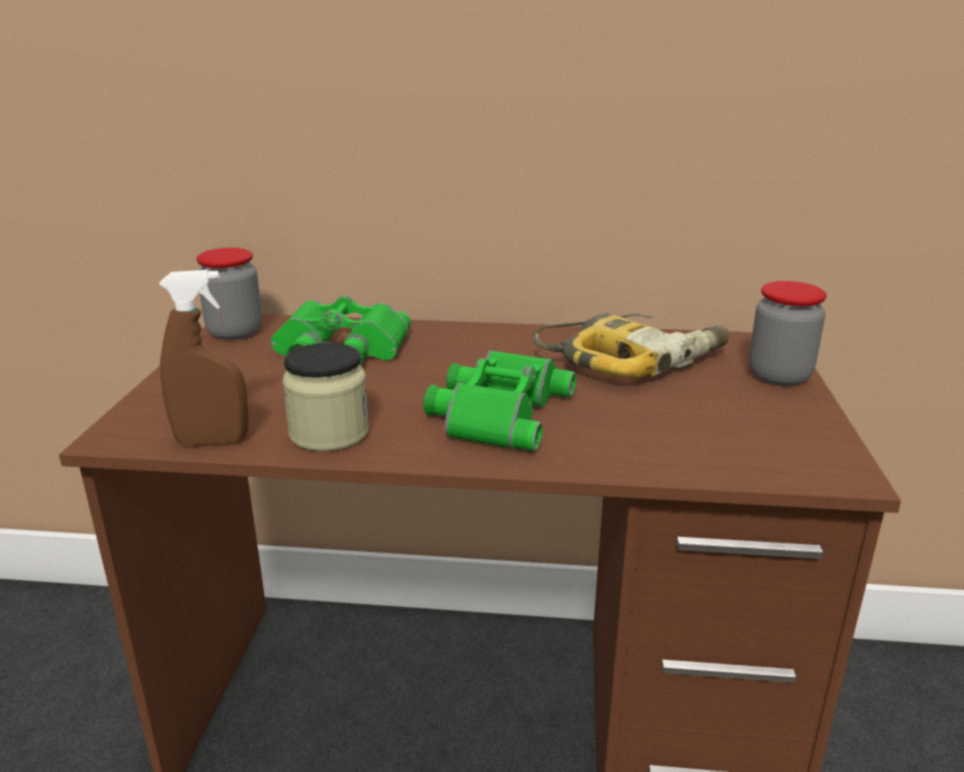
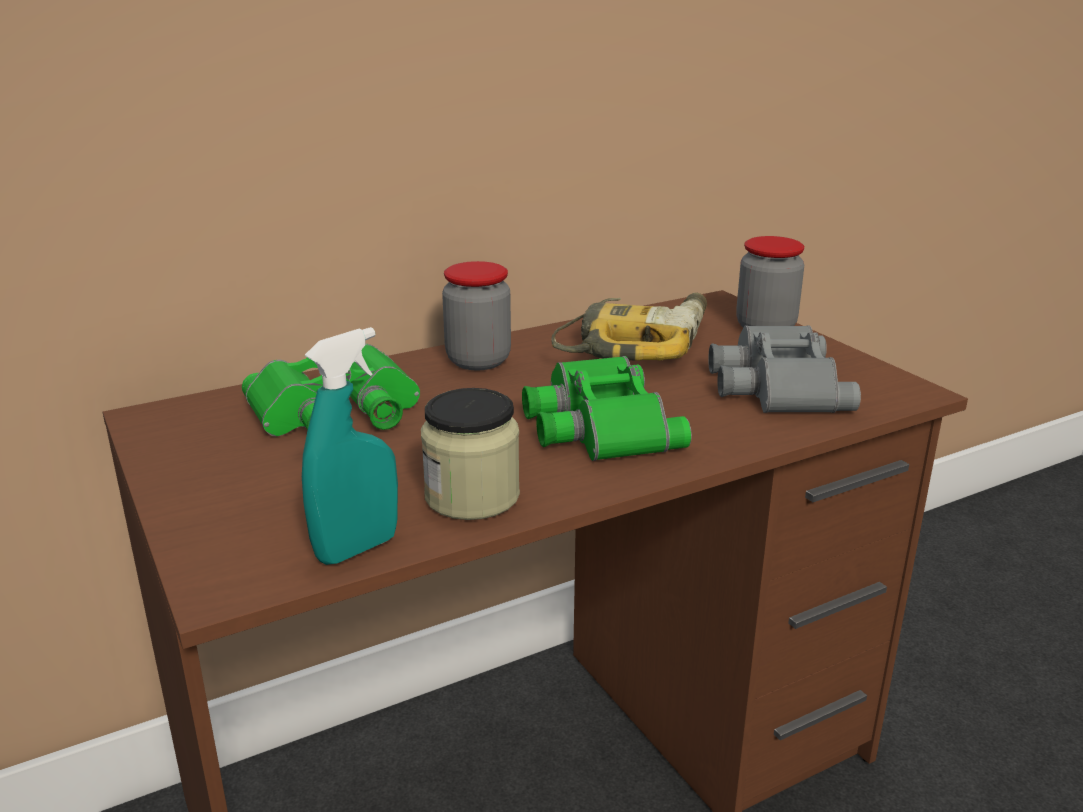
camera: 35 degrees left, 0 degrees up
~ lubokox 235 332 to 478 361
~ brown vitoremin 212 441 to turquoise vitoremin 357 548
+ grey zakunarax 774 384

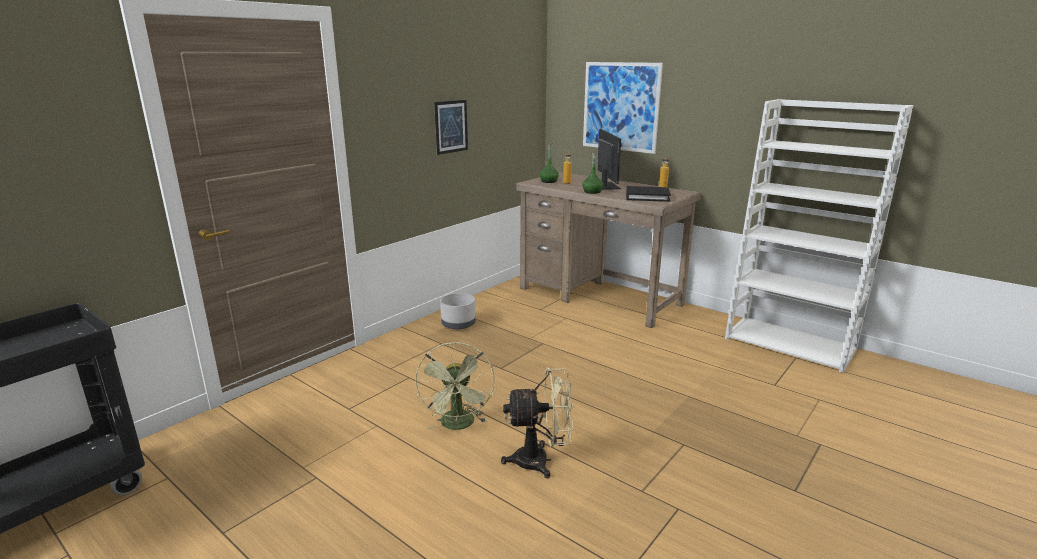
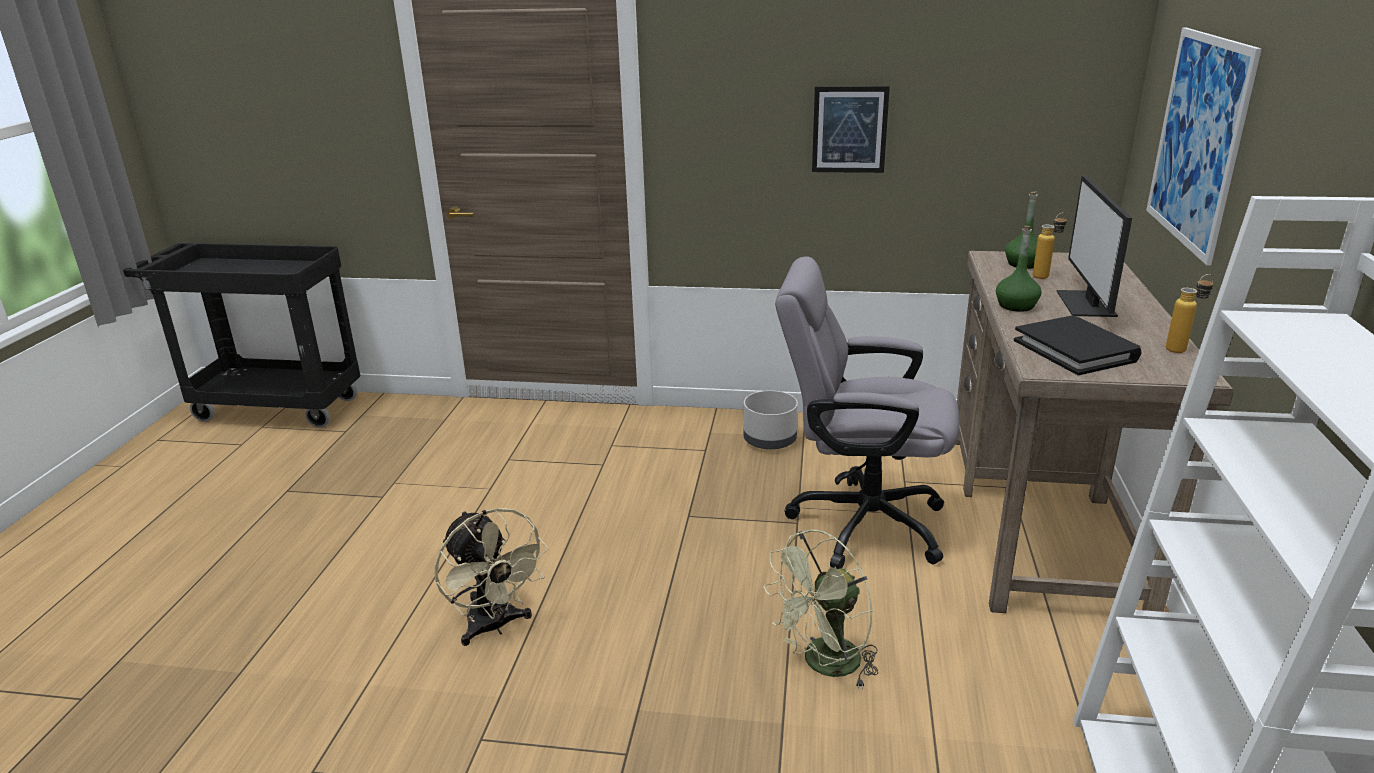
camera: 60 degrees right, 5 degrees up
~ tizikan 605 185 = 1087 304 135 degrees clockwise
~ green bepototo 459 425 to 824 665
+ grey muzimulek 859 525

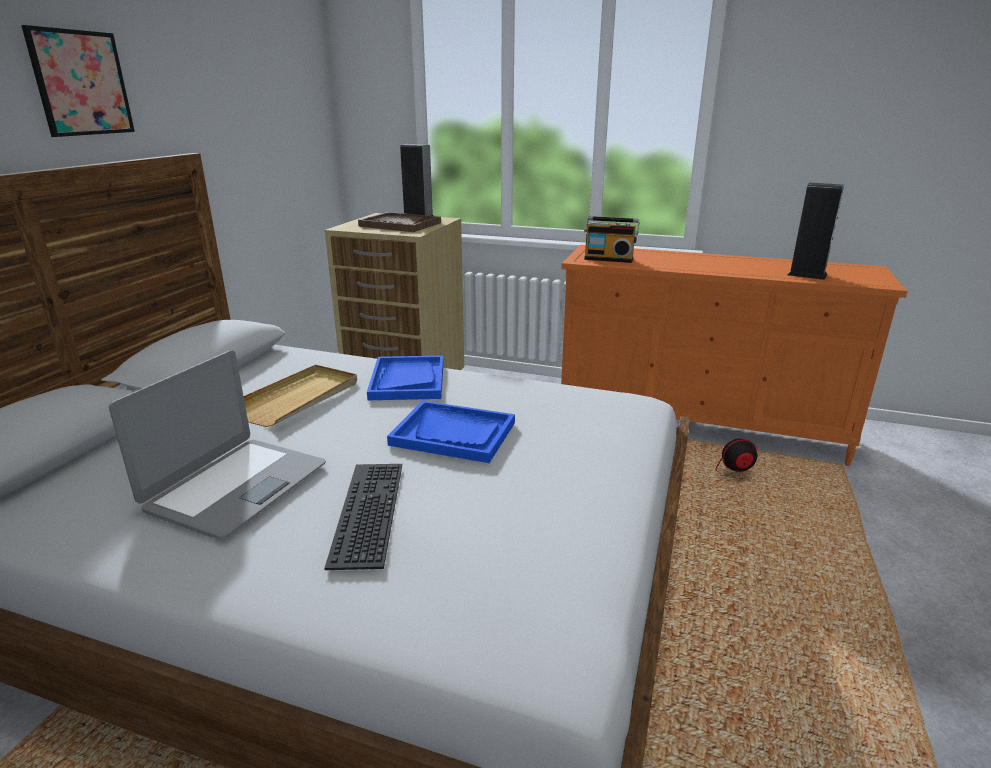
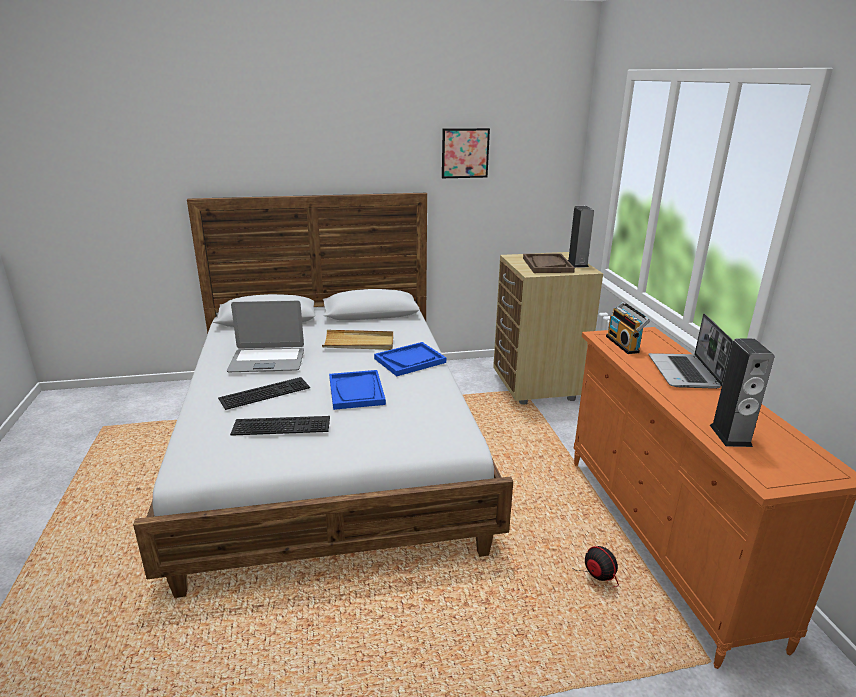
camera: 60 degrees right, 0 degrees up
~ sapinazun 81 83 to 465 153
+ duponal 684 373
+ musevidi 282 425

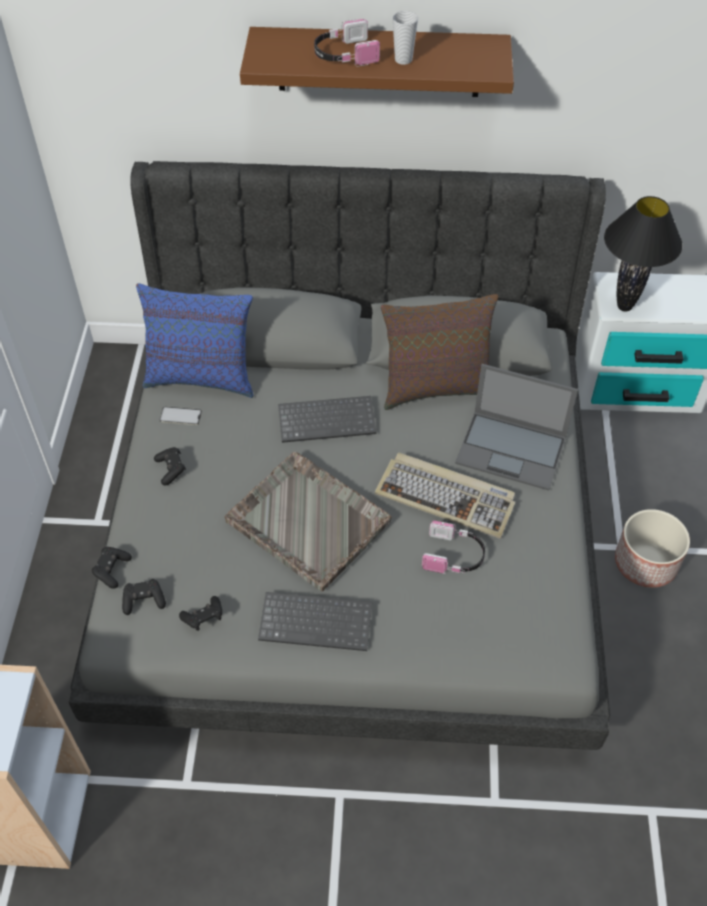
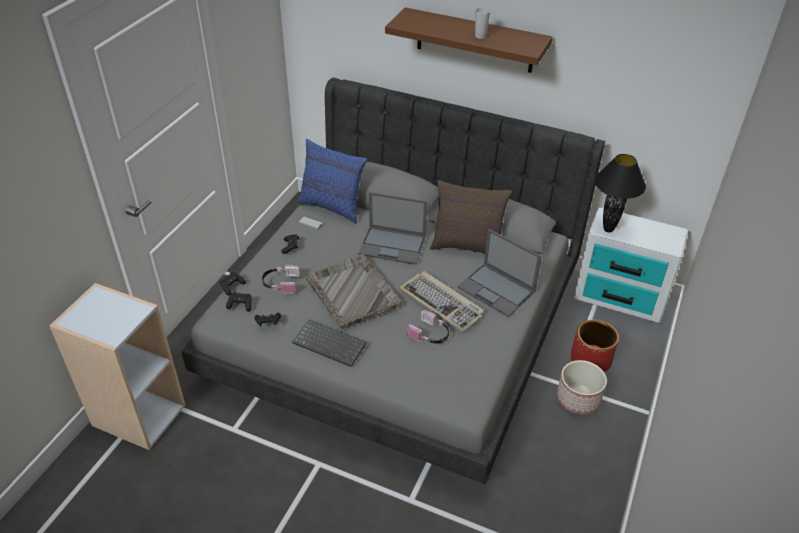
camera: 20 degrees right, 10 degrees down
~ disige 344 55 to 280 283
~ musevidi 328 419 to duponal 393 245
+ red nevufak 591 359

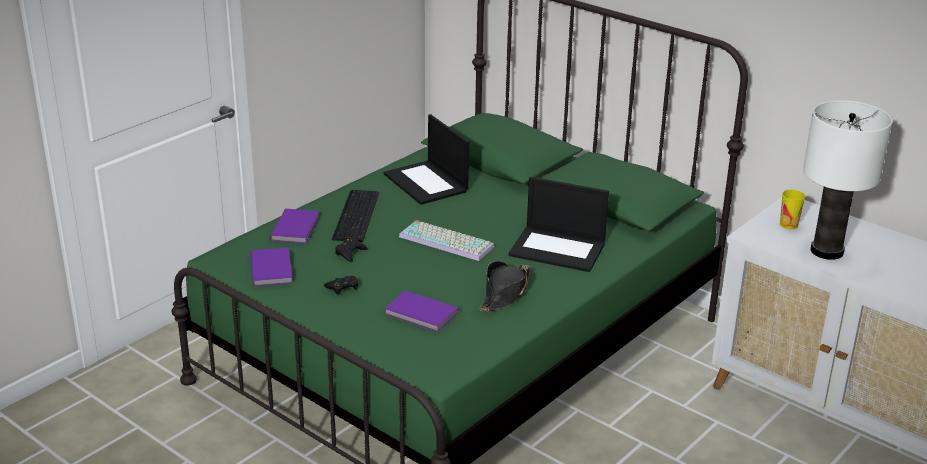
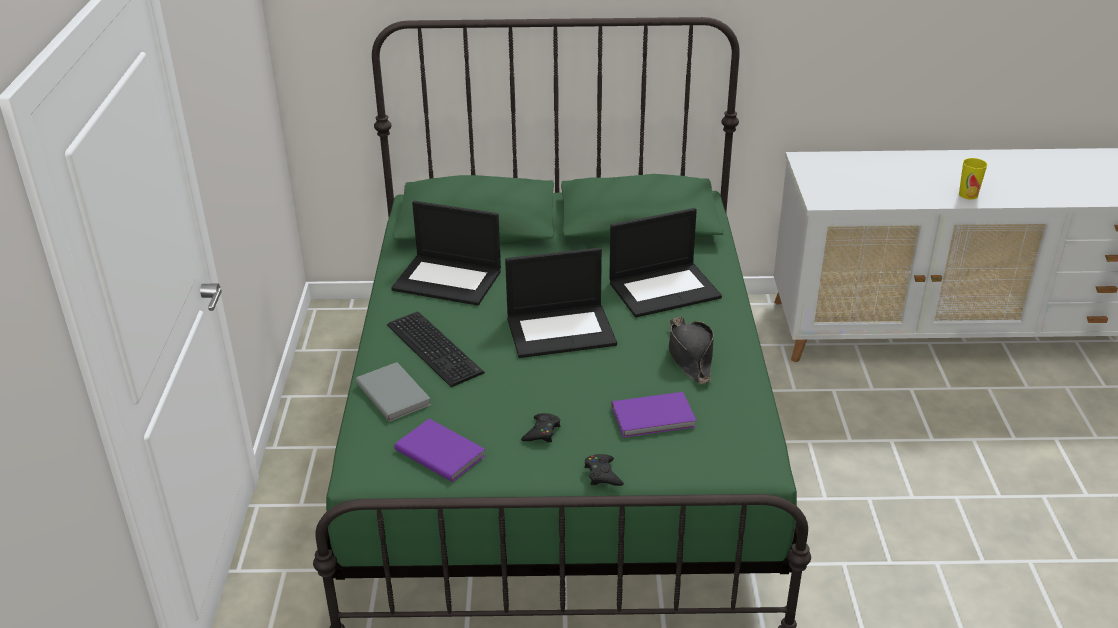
camera: 40 degrees left, 5 degrees up
- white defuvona 826 251
~ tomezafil 788 225 to 968 195
~ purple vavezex 297 228 to grey vavezex 394 393
~ musevidi 448 241 to duponal 561 330
~ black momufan 350 253 to 602 474

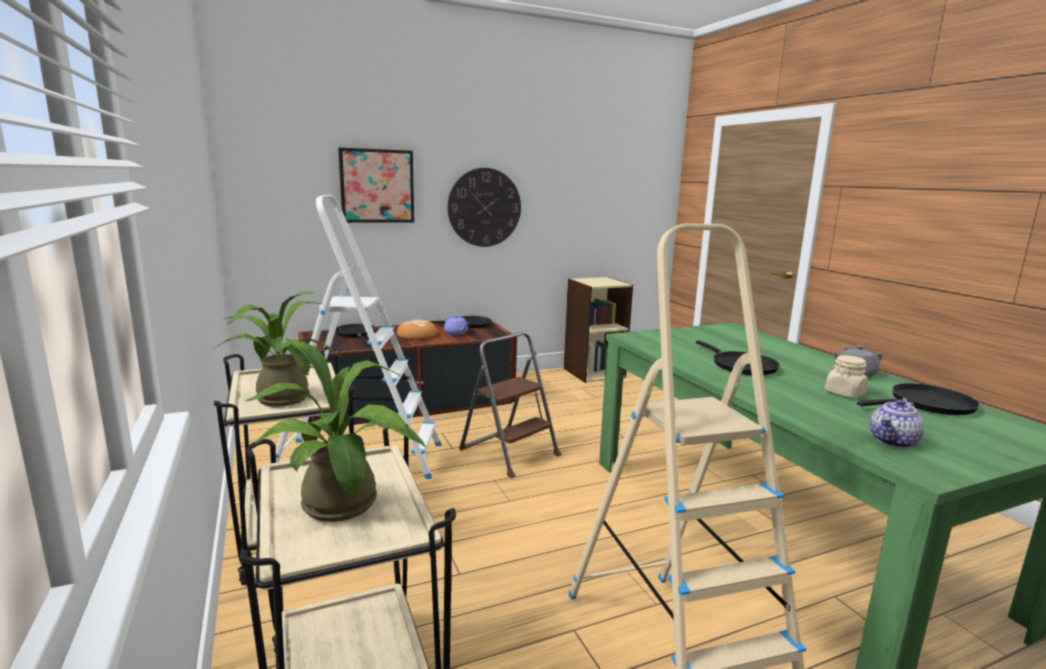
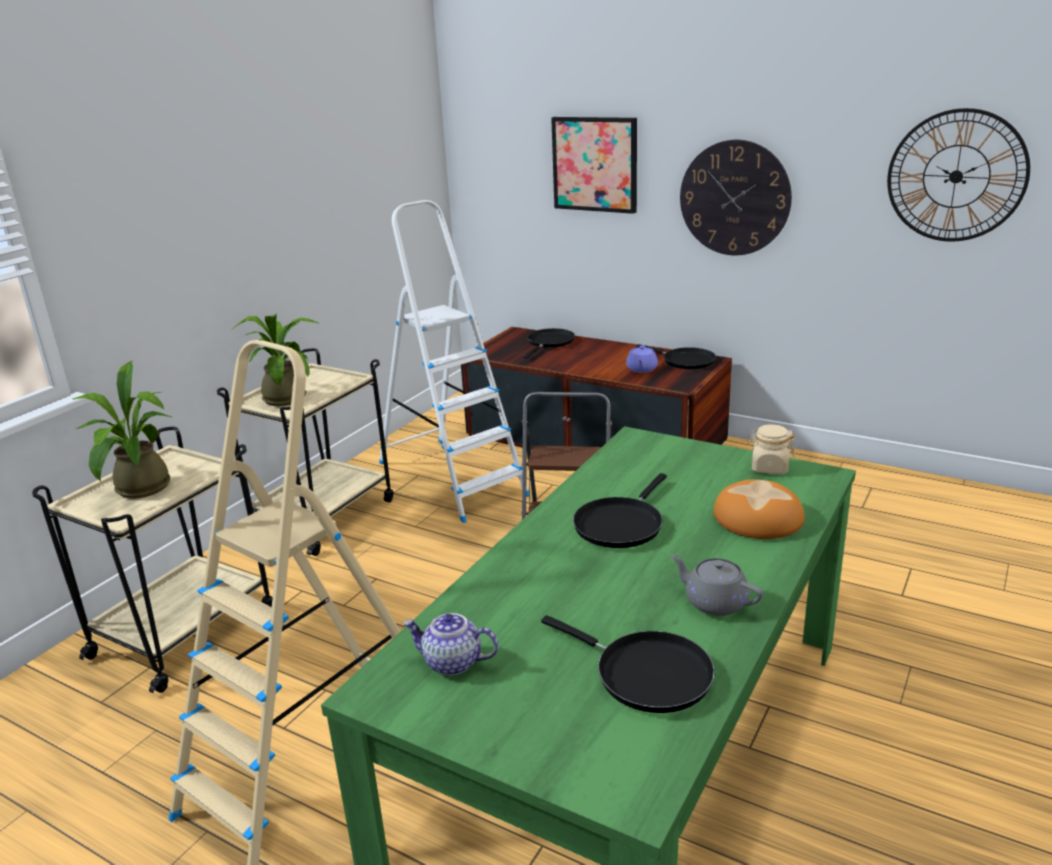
camera: 55 degrees right, 10 degrees up
- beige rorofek 593 372
~ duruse 417 335 to 759 518
~ beige lubokox 844 393 to 769 467
+ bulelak 956 176

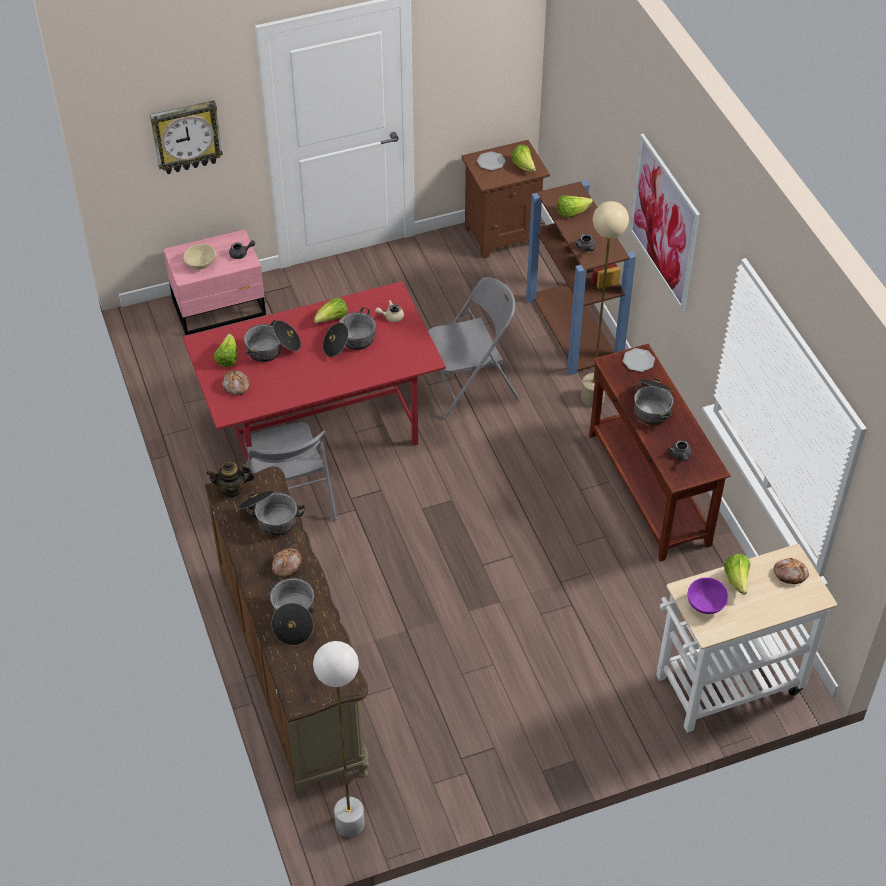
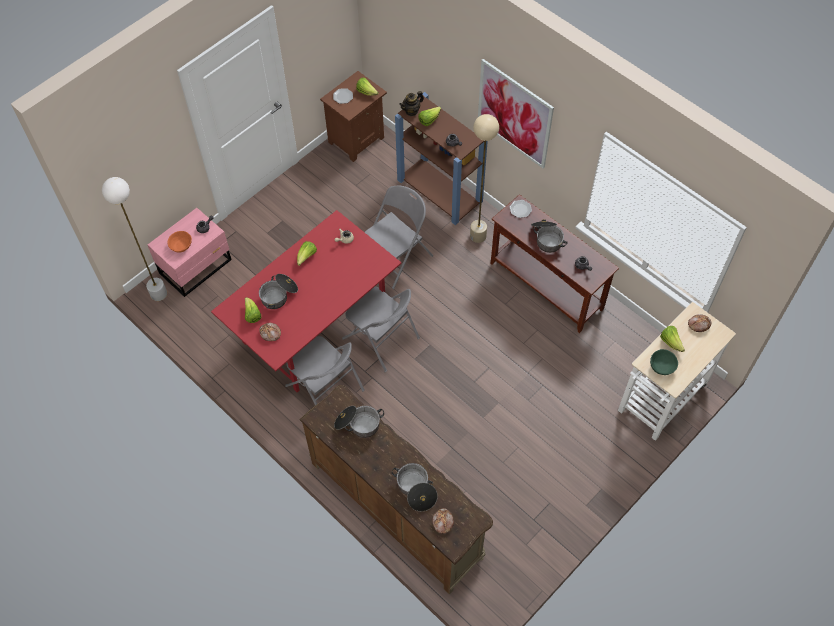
camera: 25 degrees left, 10 degrees up
- bulelak 186 136
~ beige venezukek 201 263 to orange venezukek 181 246
- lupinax 349 342
~ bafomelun 232 489 to 411 111
~ duruse 286 566 to 442 522
~ purple venezukek 705 603 to green venezukek 661 366
~ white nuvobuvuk 350 824 to 158 294
+ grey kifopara 381 338

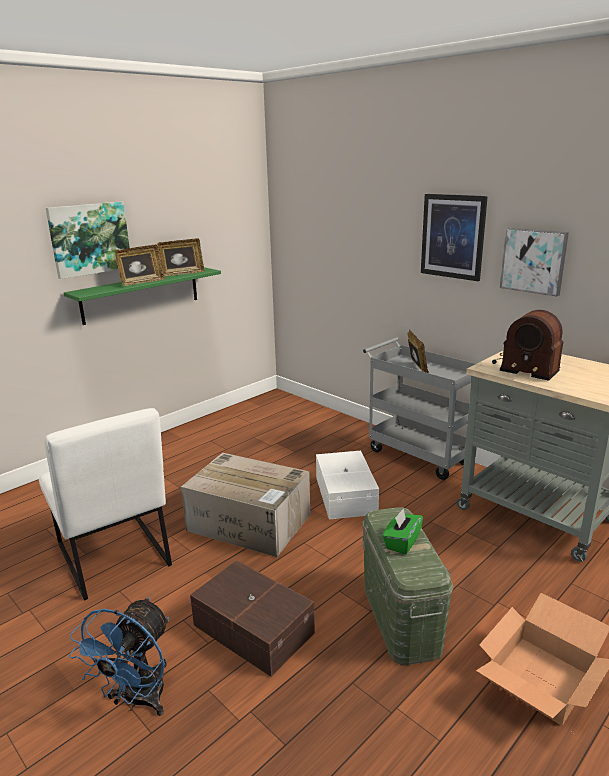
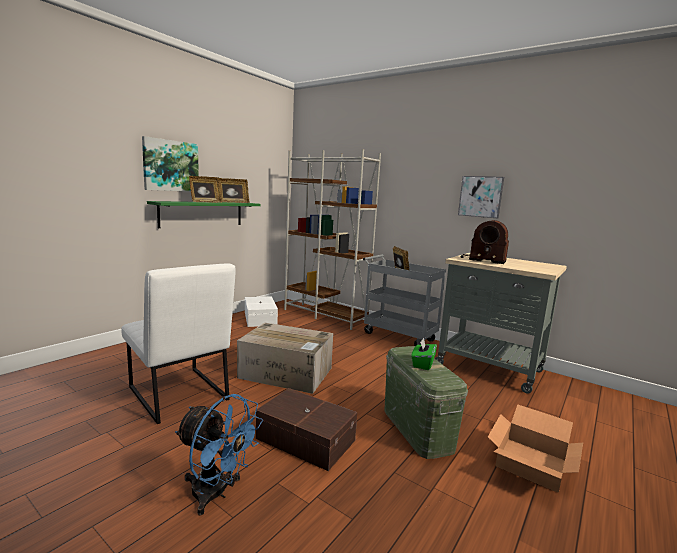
camera: 10 degrees left, 10 degrees down
- sapinazun 453 236
~ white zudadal 346 494 to 261 318
~ blue bepototo 138 700 = 216 494 75 degrees counterclockwise
+ brown rorofek 325 316

